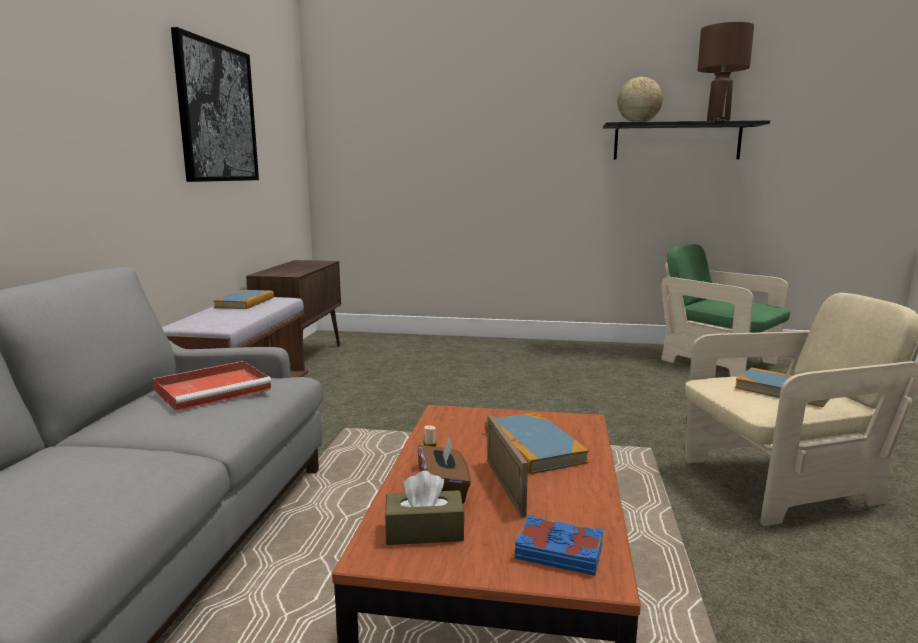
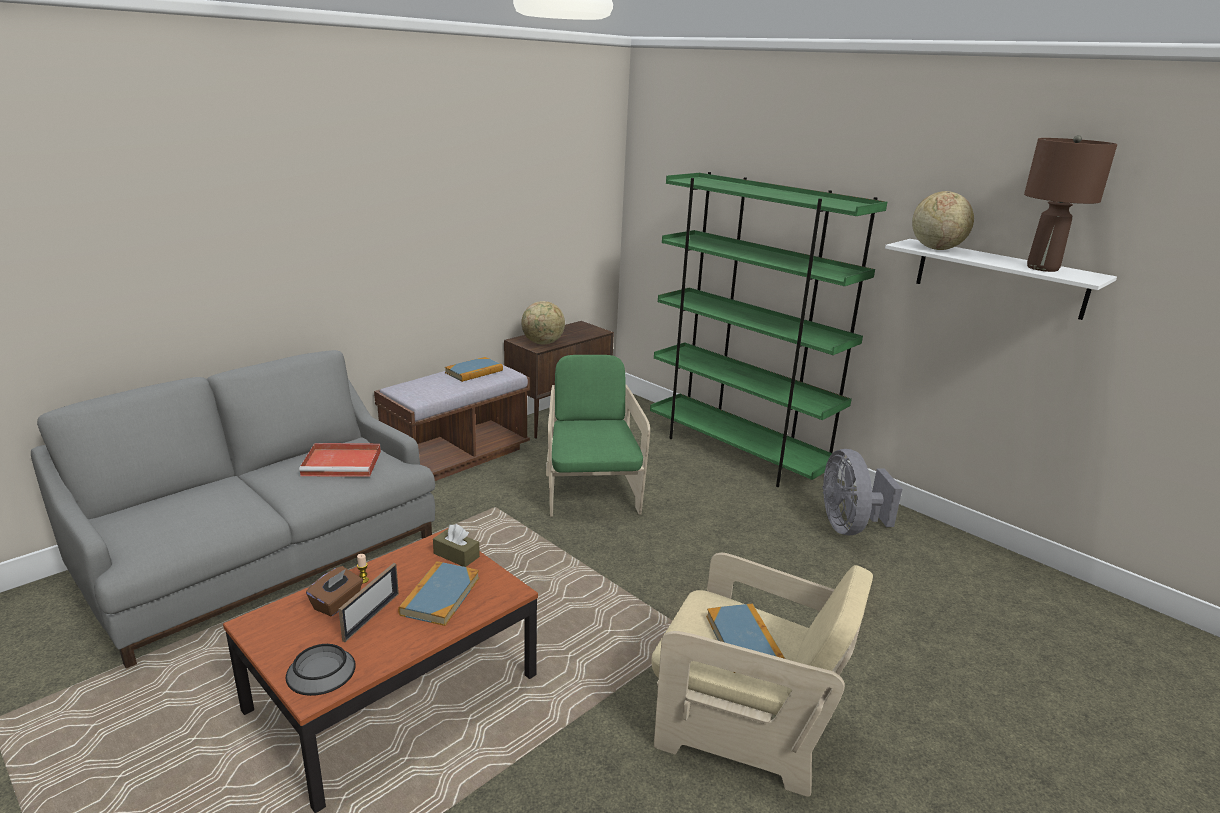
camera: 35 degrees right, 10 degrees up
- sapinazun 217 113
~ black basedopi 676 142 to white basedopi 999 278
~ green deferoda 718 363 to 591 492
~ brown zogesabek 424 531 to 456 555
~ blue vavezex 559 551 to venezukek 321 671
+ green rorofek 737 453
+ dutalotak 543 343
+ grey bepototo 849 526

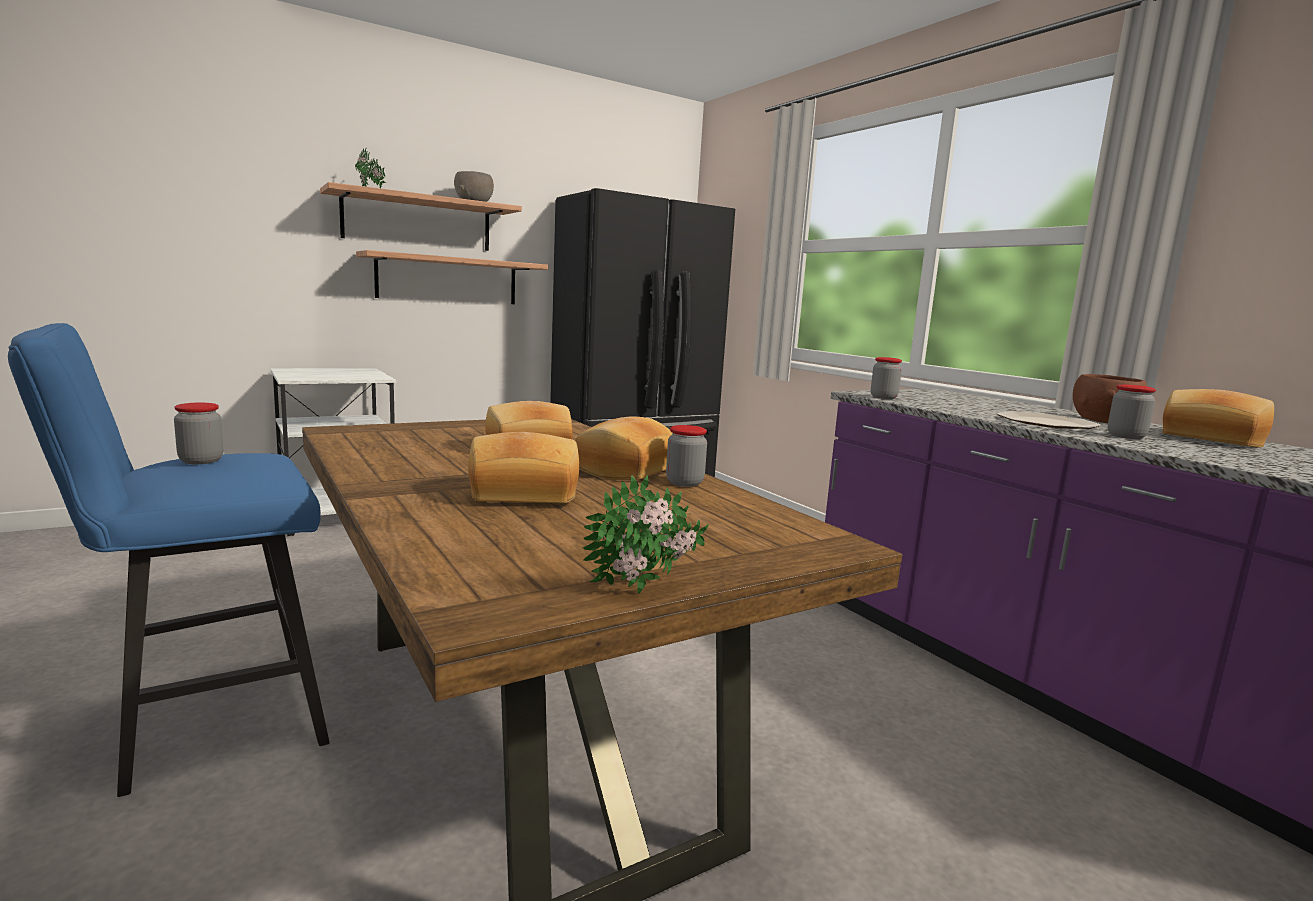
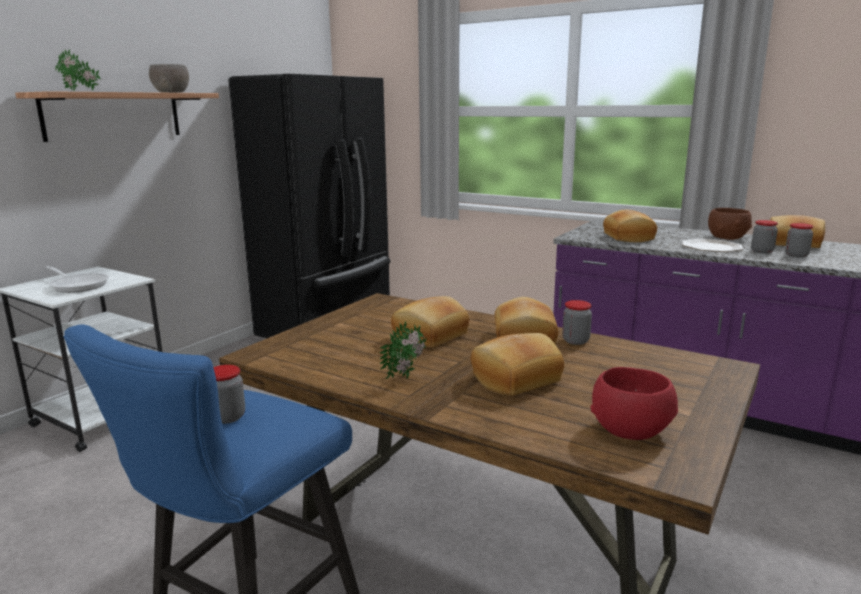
camera: 25 degrees left, 5 degrees up
- basedopi 448 280
~ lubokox 883 397 to 796 255
~ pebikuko 648 588 to 408 375
+ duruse 627 237
+ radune 78 285
+ red venezukek 630 428

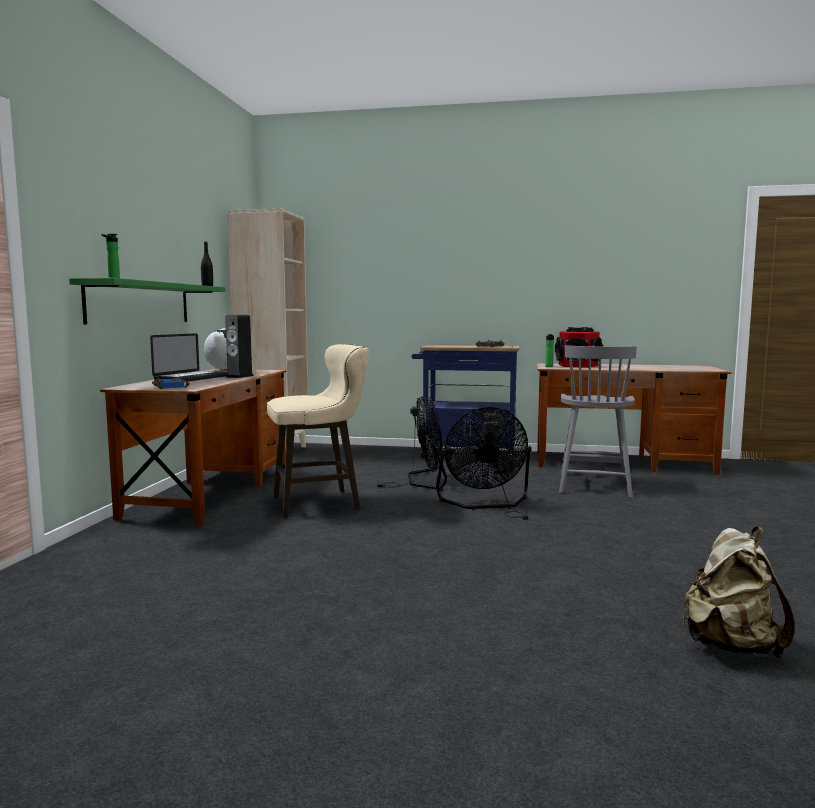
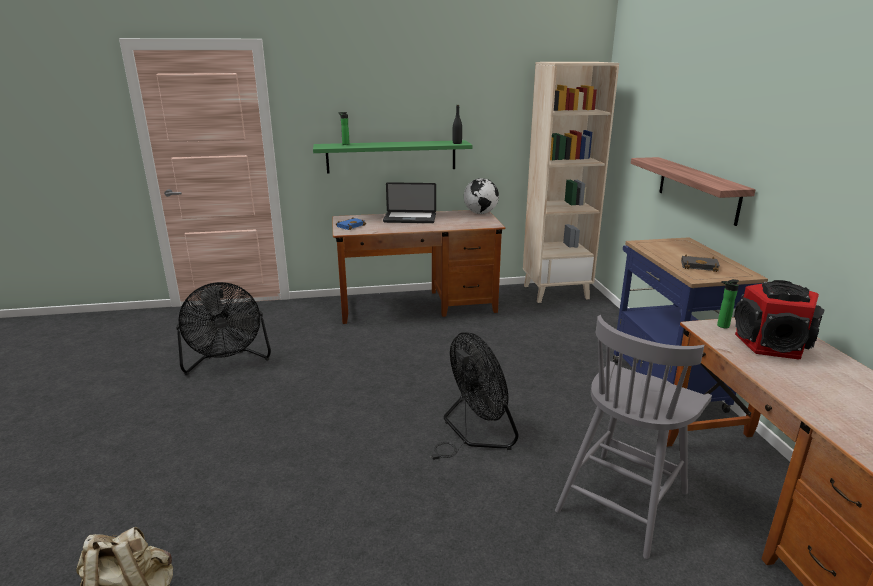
camera: 70 degrees right, 15 degrees up
- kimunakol 240 376
- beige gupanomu 320 503
~ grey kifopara 594 483 = 623 499 45 degrees counterclockwise
~ black bepototo 421 481 to 223 360
+ basedopi 697 189

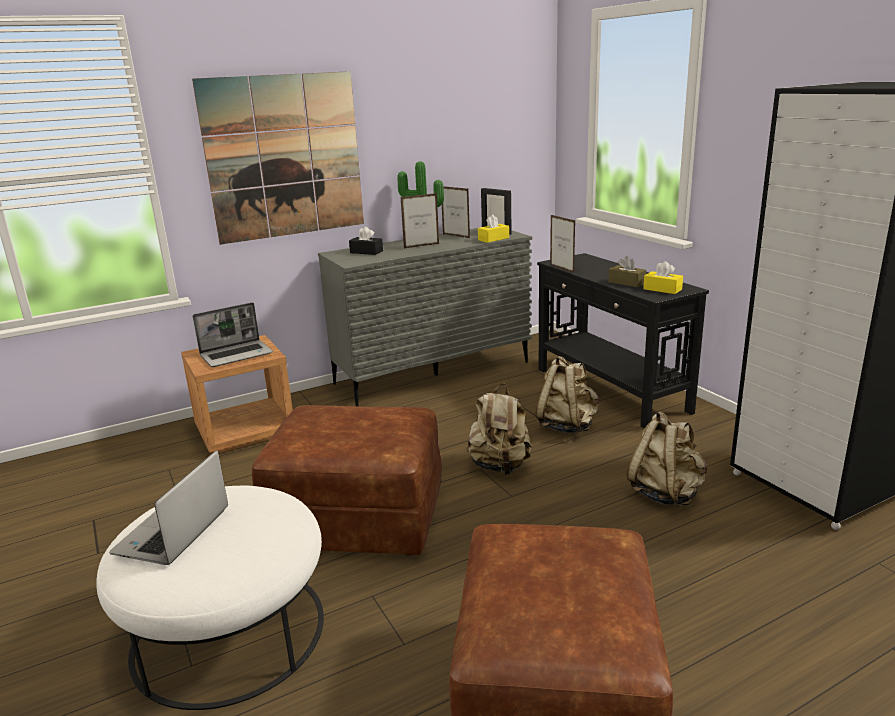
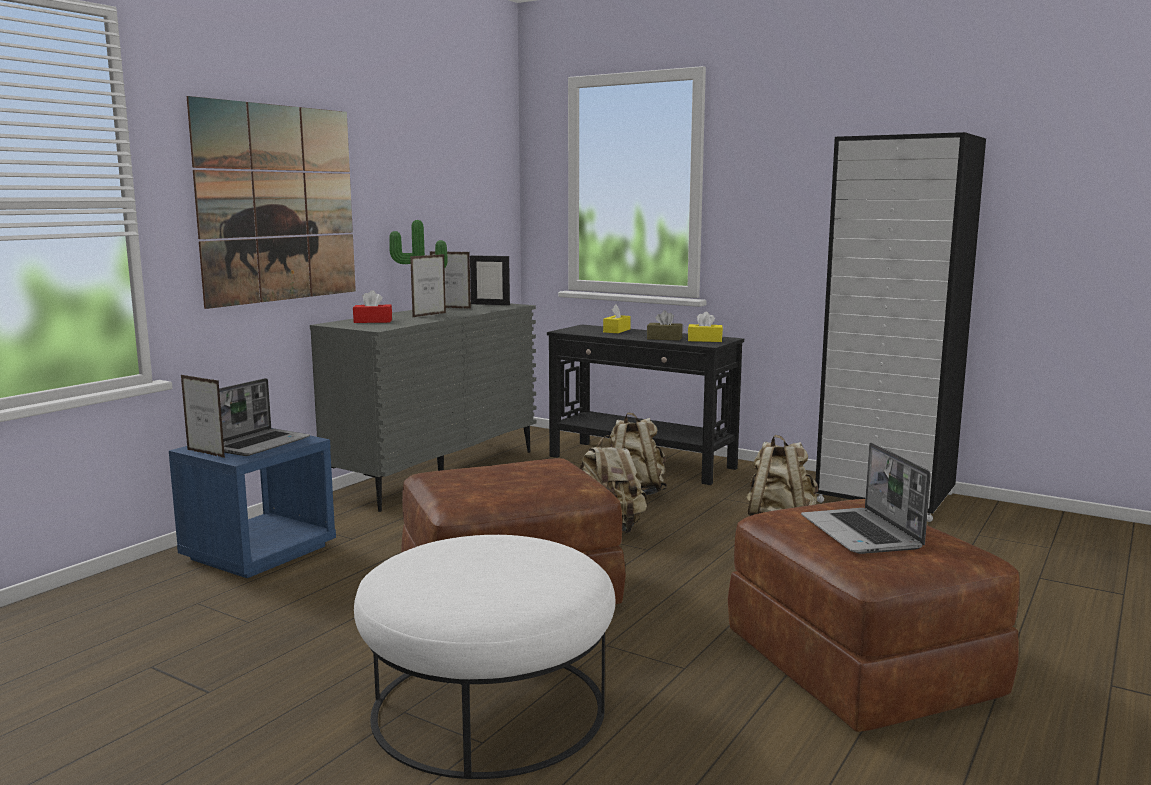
camera: 30 degrees left, 10 degrees down
~ yellow zogesabek 493 239 to 616 330
~ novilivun 561 269 to 206 453
~ black zogesabek 366 252 to red zogesabek 373 321
~ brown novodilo 245 431 to blue novodilo 259 552
~ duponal 173 533 to 862 533

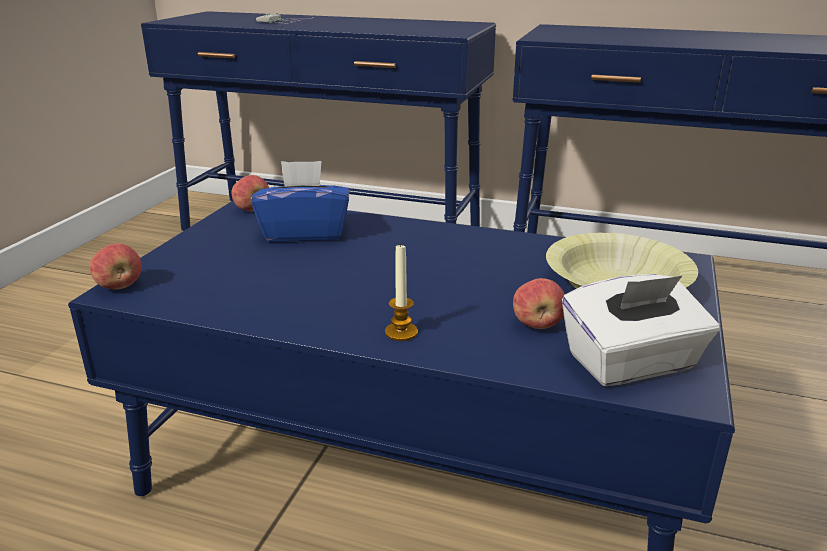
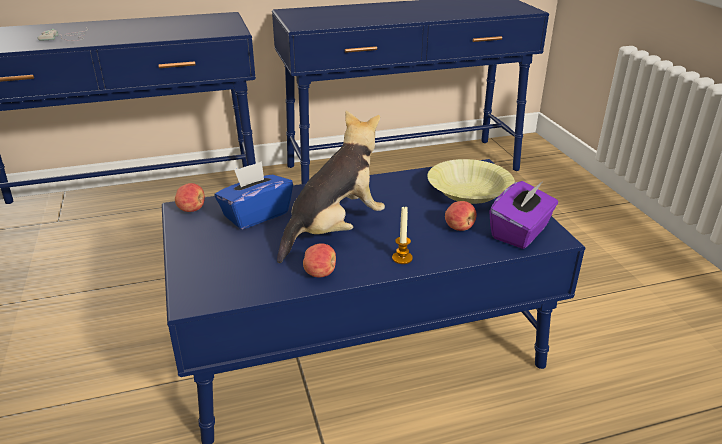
camera: 35 degrees left, 5 degrees up
~ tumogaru 120 286 to 320 273
~ white zogesabek 632 363 to purple zogesabek 520 232
+ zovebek 334 230

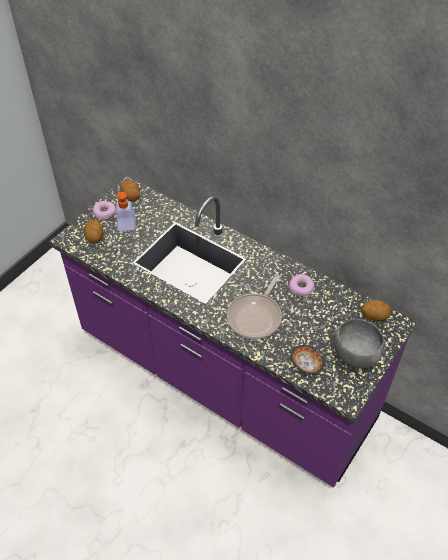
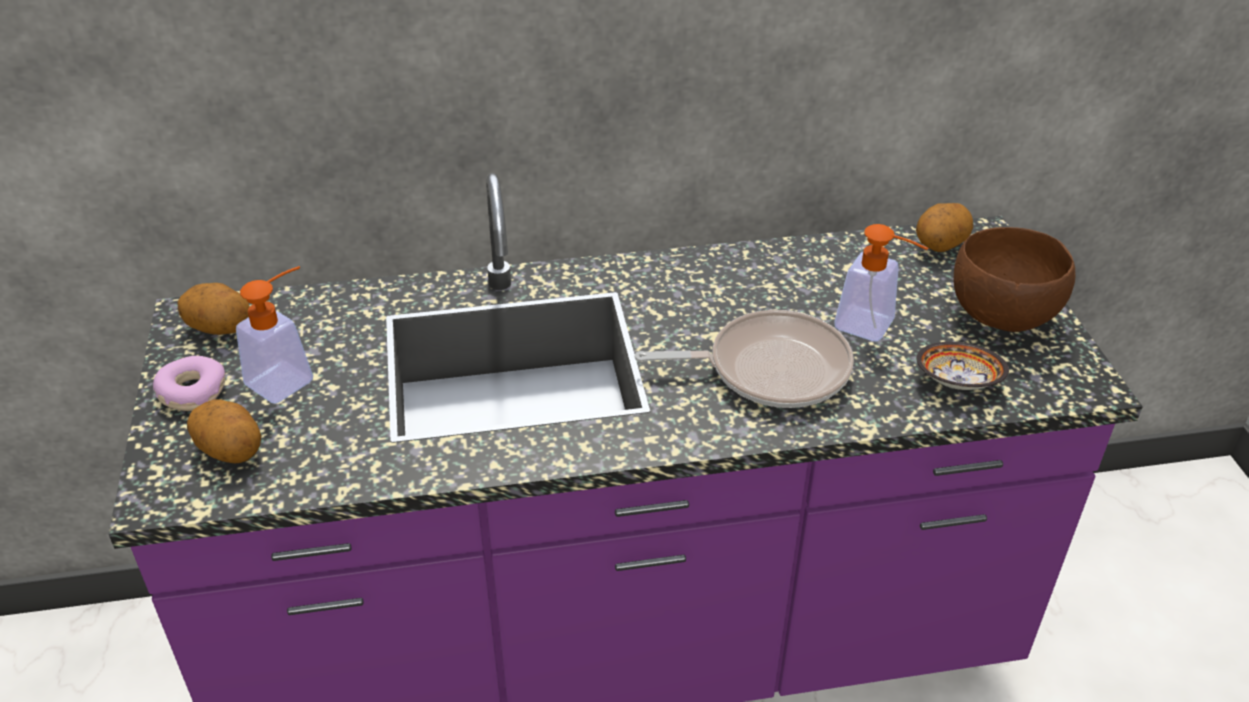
camera: 45 degrees left, 10 degrees down
~ radune 256 316 = 769 369 75 degrees counterclockwise
- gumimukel 301 288
~ grey venezukek 355 356 to brown venezukek 1003 318
+ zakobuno 874 327

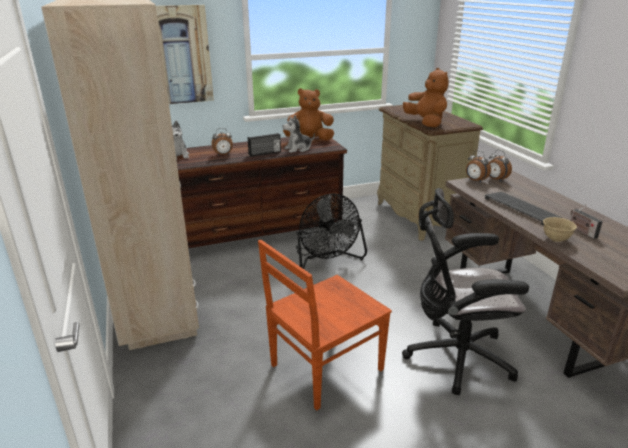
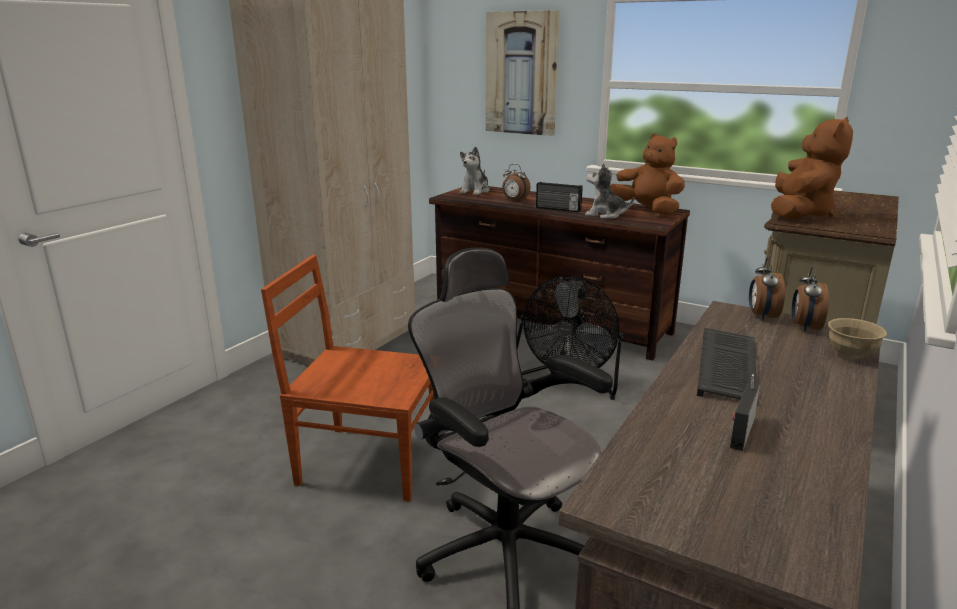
camera: 50 degrees right, 5 degrees down
~ beige venezukek 556 239 to 850 355

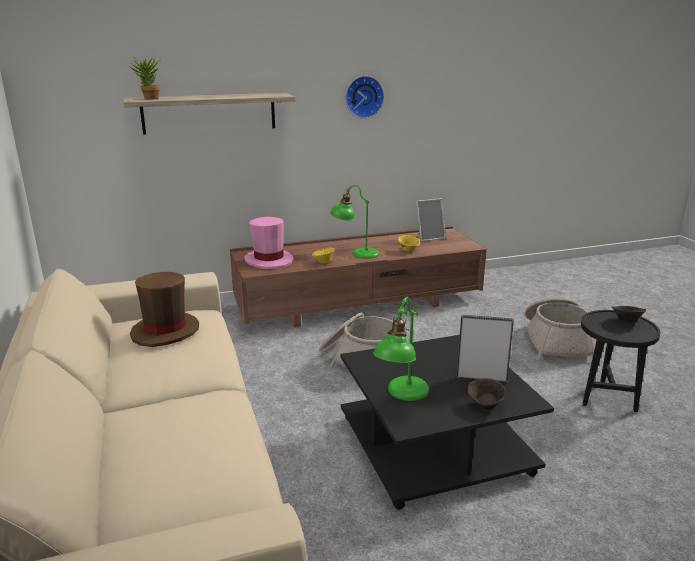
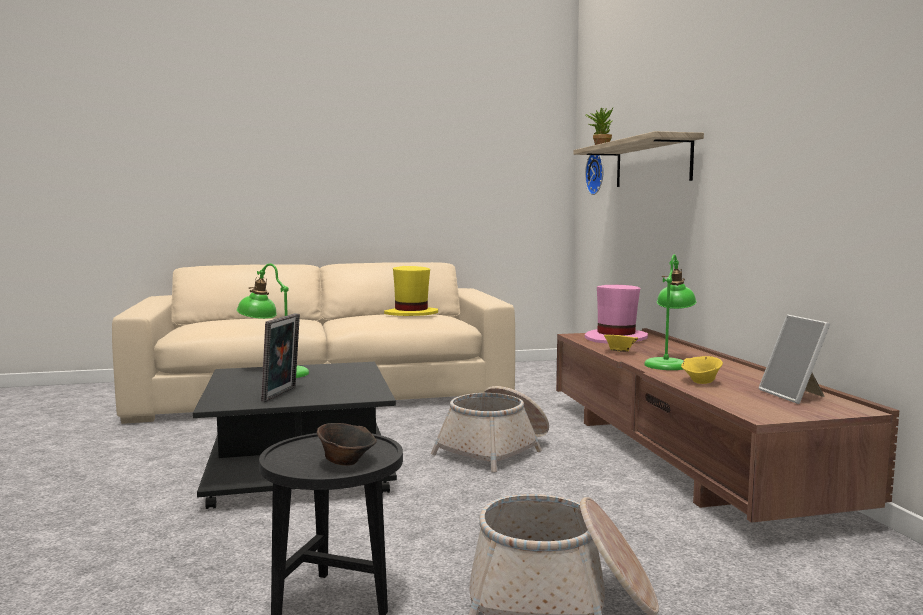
camera: 95 degrees right, 15 degrees down
~ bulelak 363 97 to 597 173
~ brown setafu 165 331 to yellow setafu 411 314
- brown venezukek 485 405

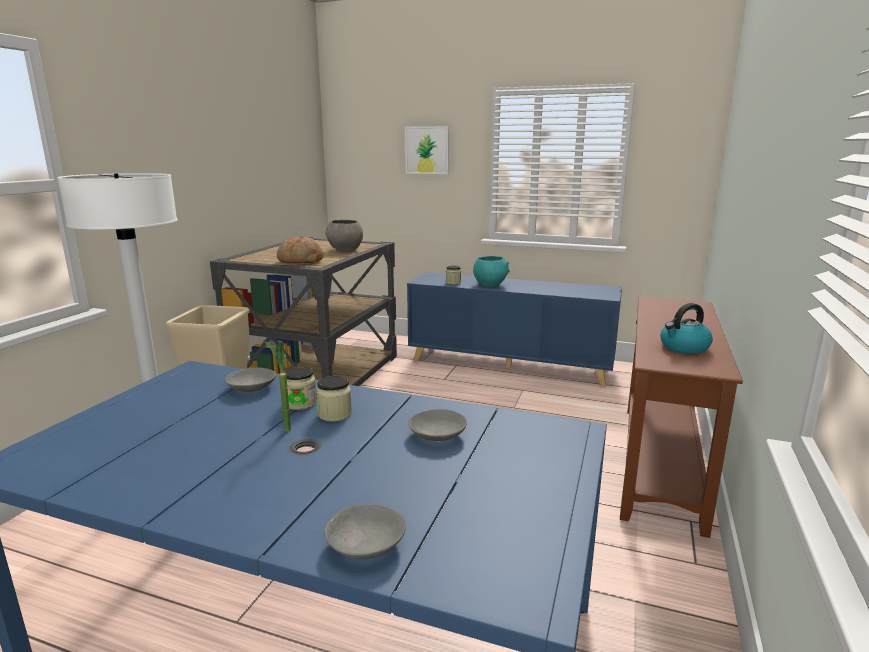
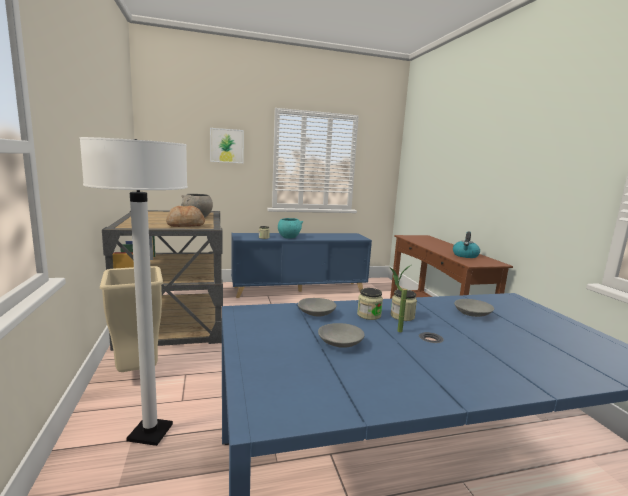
camera: 35 degrees left, 5 degrees down
~ grey venezukek 365 544 to 339 343

